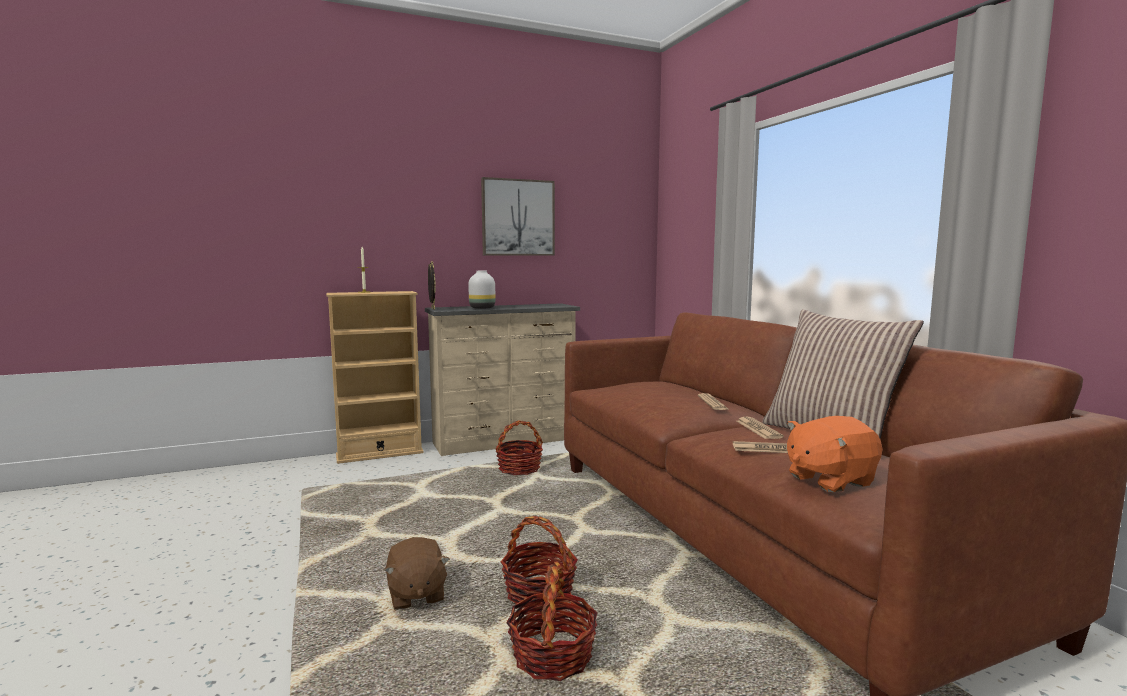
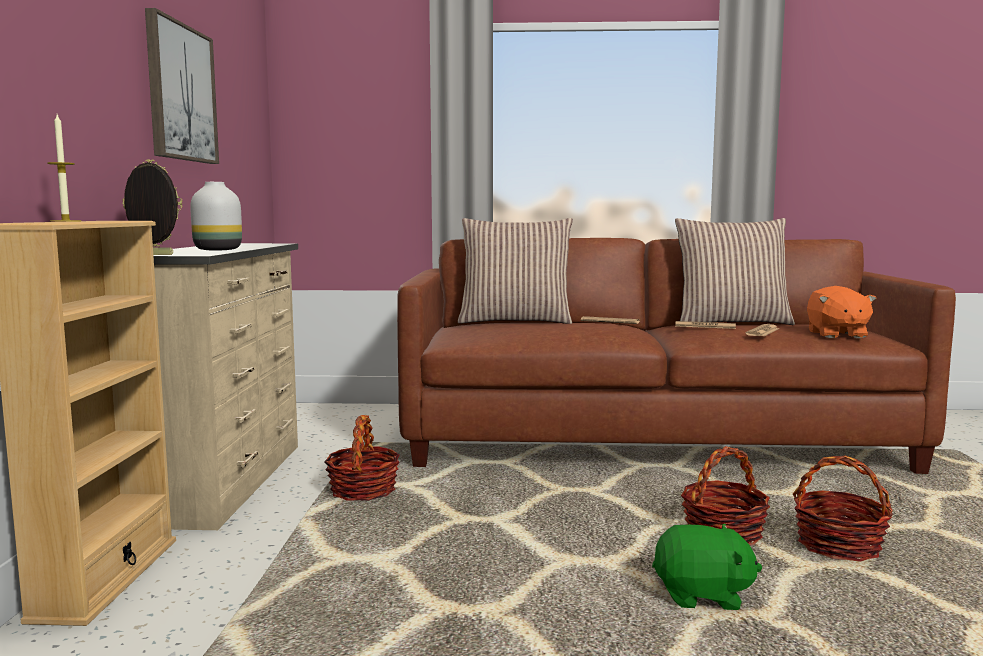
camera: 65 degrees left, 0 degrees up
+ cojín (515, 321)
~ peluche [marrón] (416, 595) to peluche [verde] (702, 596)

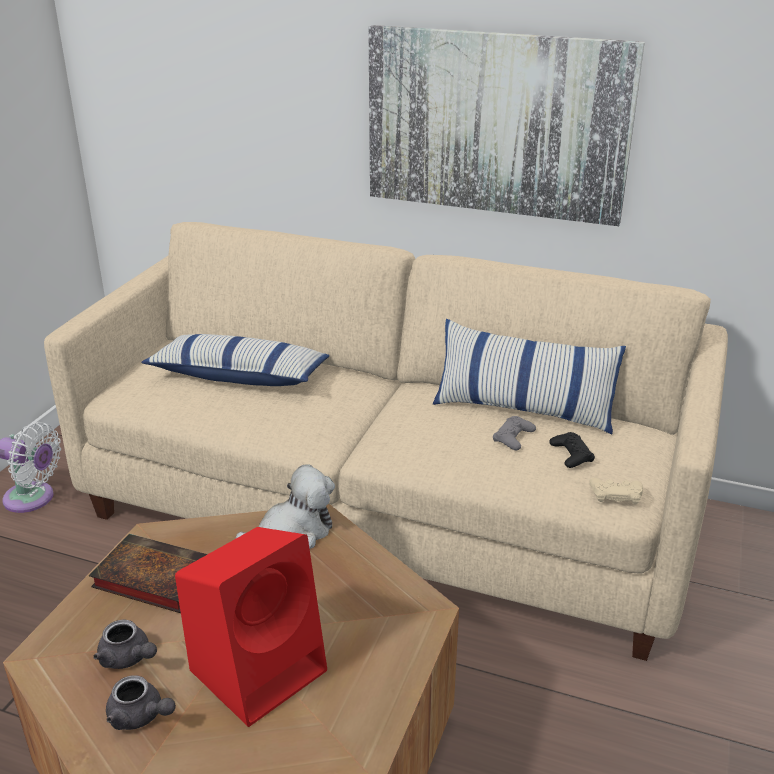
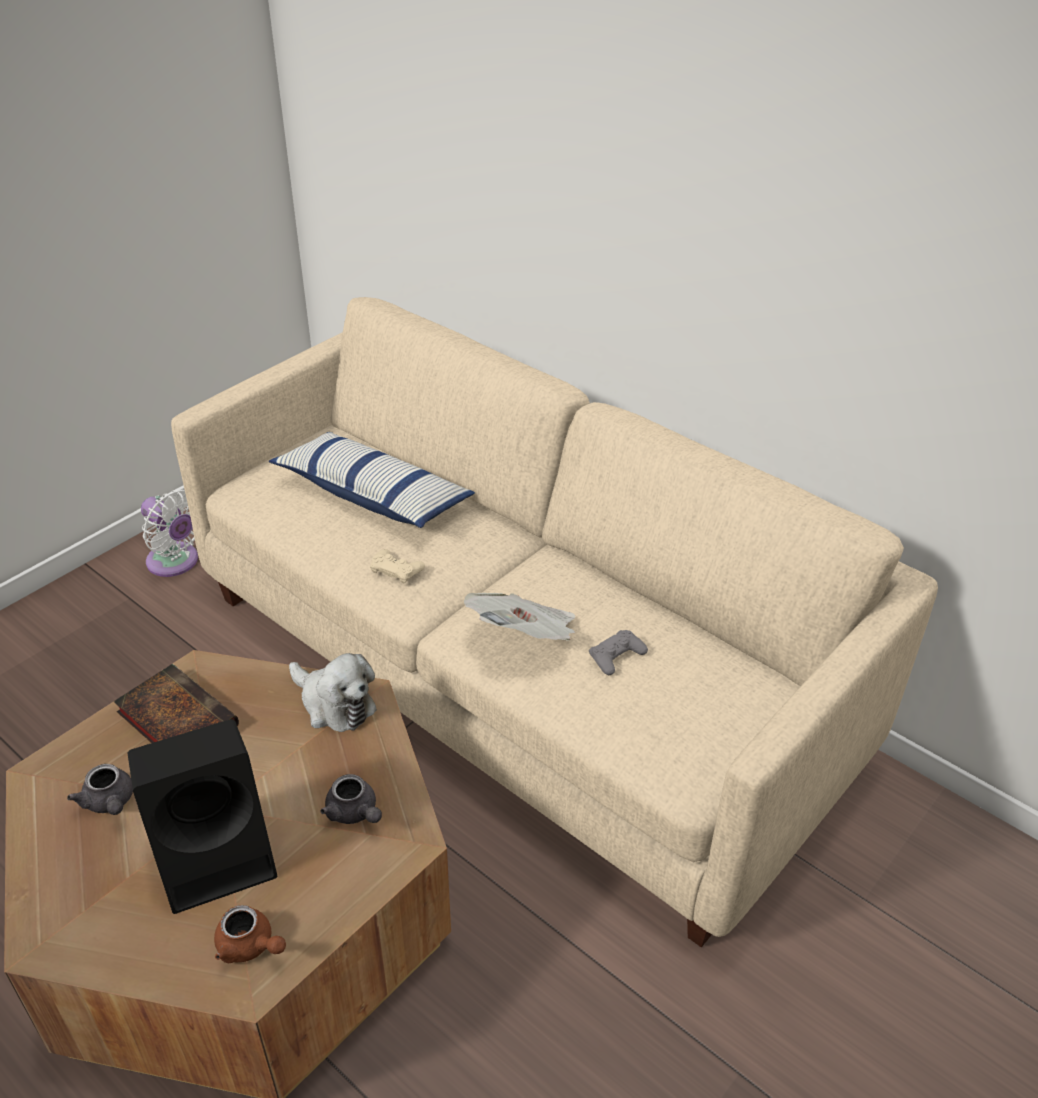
camera: 20 degrees right, 10 degrees up
- cuadro (496, 124)
- cojín (523, 409)
- mando de consola [negro] (571, 454)
+ tetera [marrón] (250, 946)
+ periódico (525, 637)
~ tetera [gris] (140, 716) to (354, 813)
~ mando de consola [beis] (616, 494) to (396, 569)
~ altavoz [rojo] (260, 668) to altavoz [negro] (218, 853)
~ peluche (293, 531) = (334, 703) 45 degrees clockwise

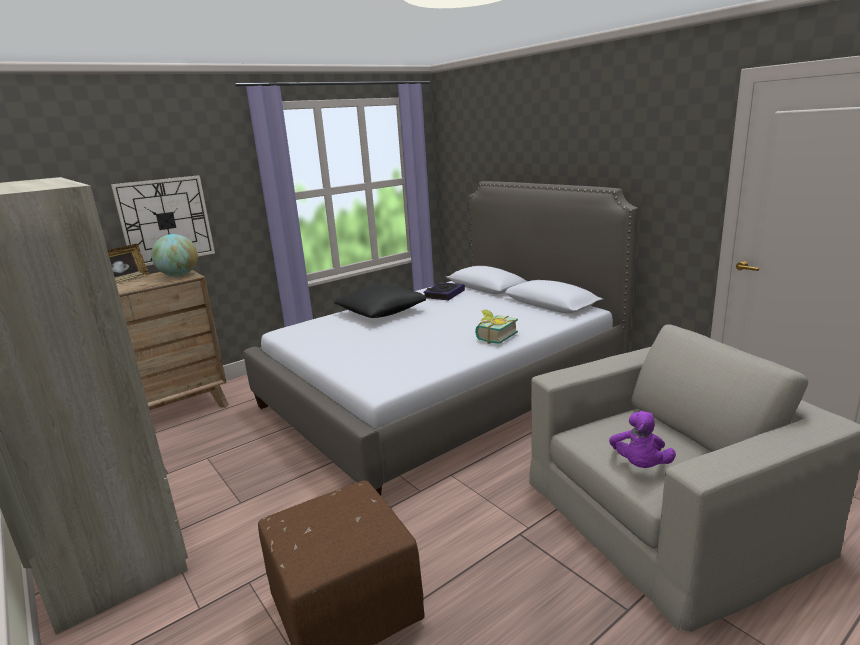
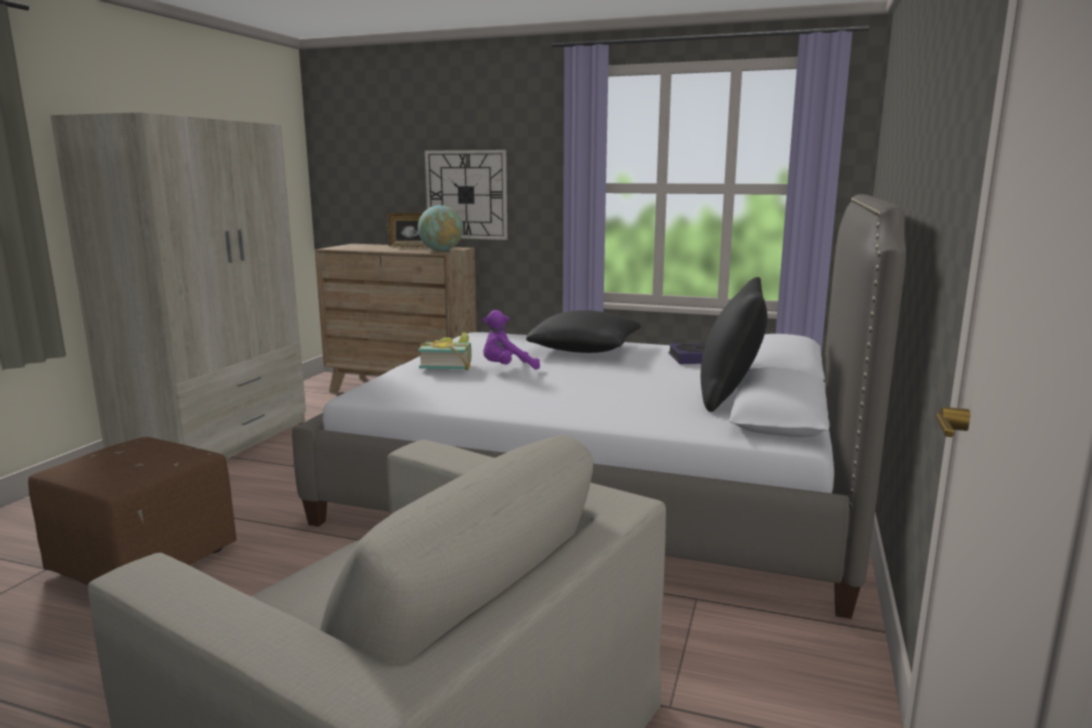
camera: 55 degrees right, 5 degrees down
+ cojín [negro] (729, 397)
~ libro (493, 337) to (447, 366)
~ peluche [morado] (640, 465) to (507, 369)

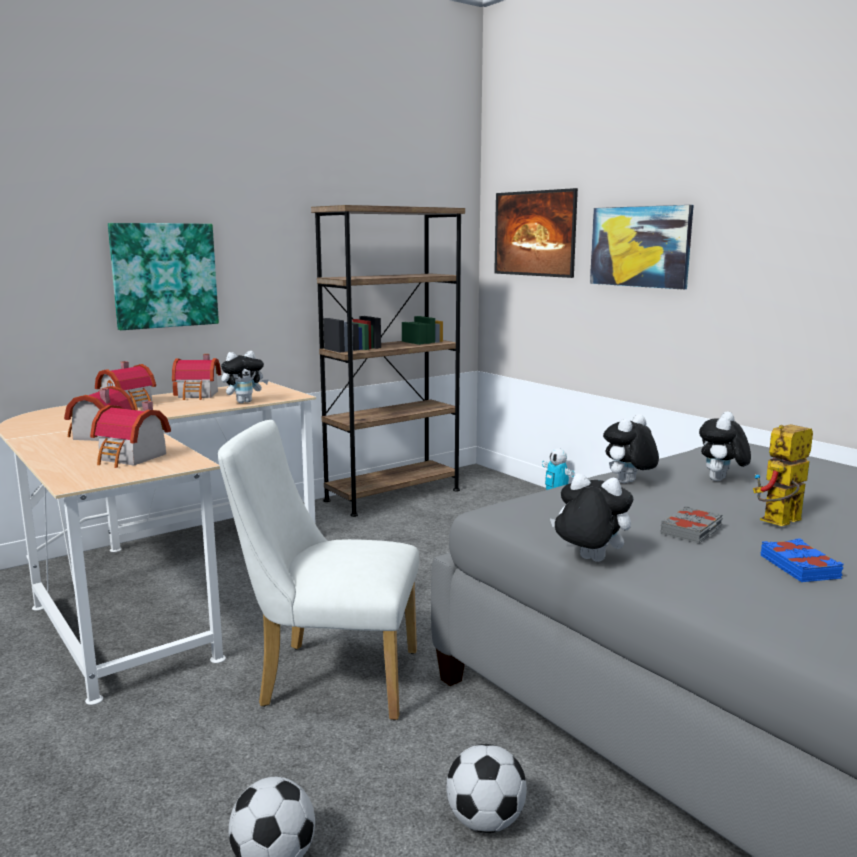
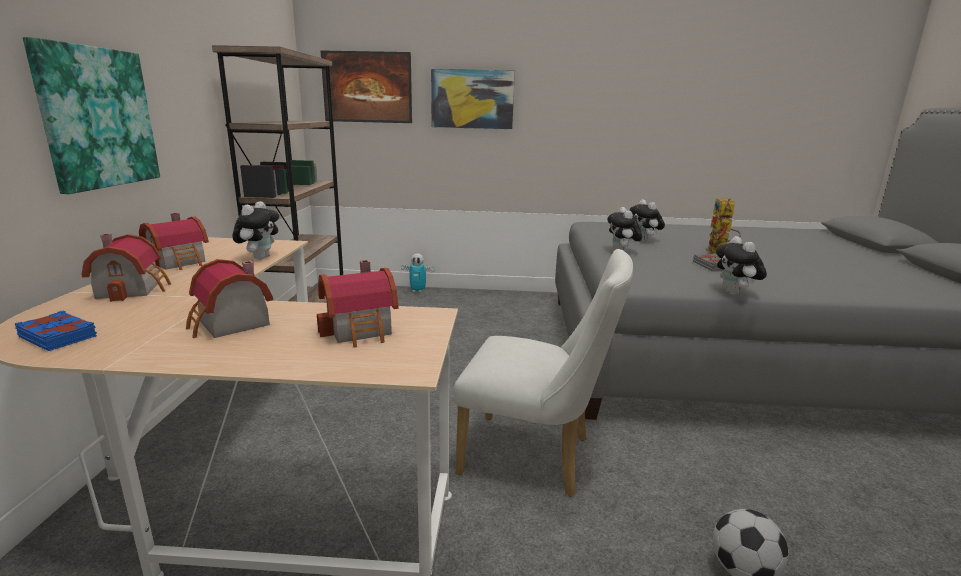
camera: 50 degrees left, 5 degrees up
- balón de fútbol (486, 821)
~ libro [azul] (800, 567) to (59, 336)
~ silla [blanco] (328, 678) = (535, 457) 120 degrees counterclockwise
~ peluche (588, 560) = (735, 293) 75 degrees counterclockwise

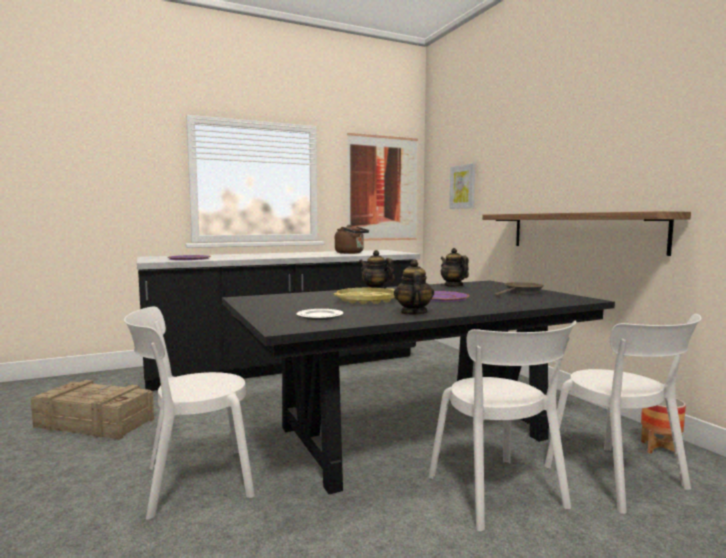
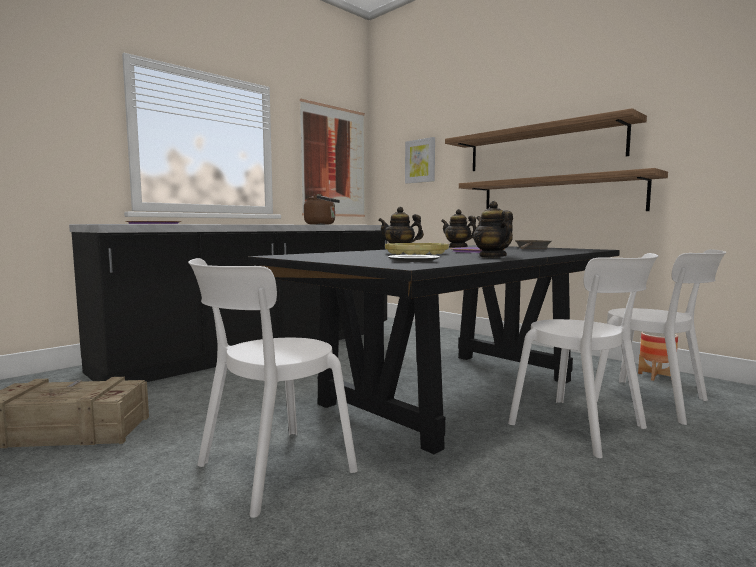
camera: 20 degrees left, 0 degrees up
+ estante (542, 147)

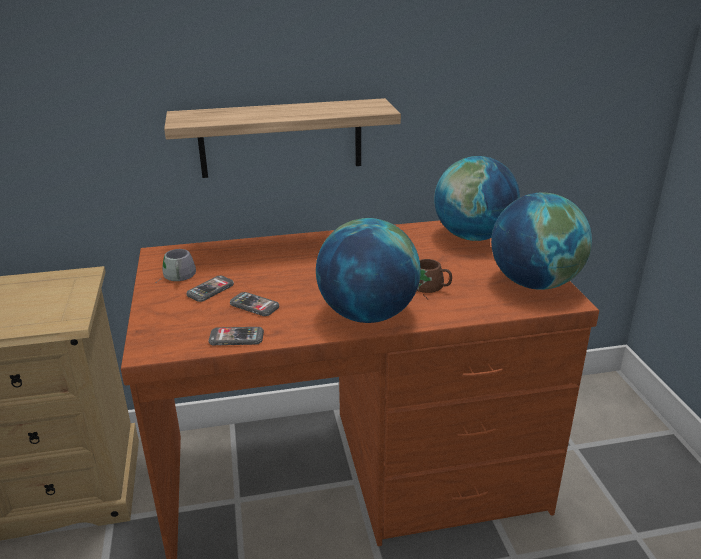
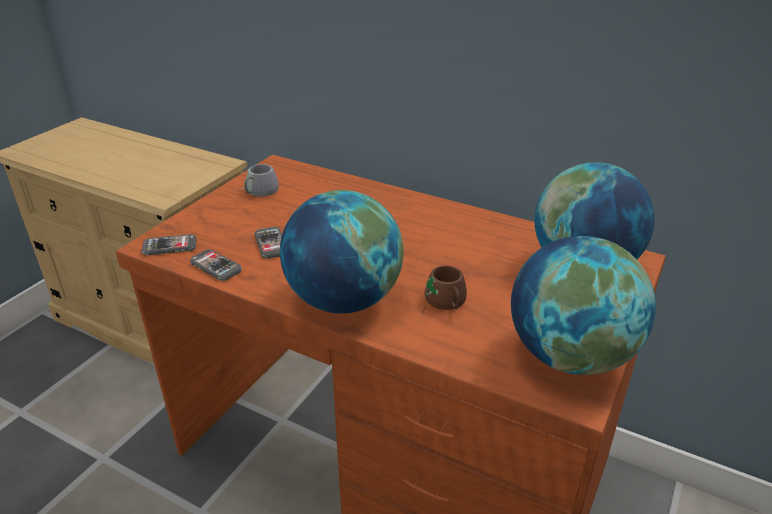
camera: 40 degrees right, 5 degrees up
- estante (281, 138)
~ móvil (210, 290) to (169, 246)

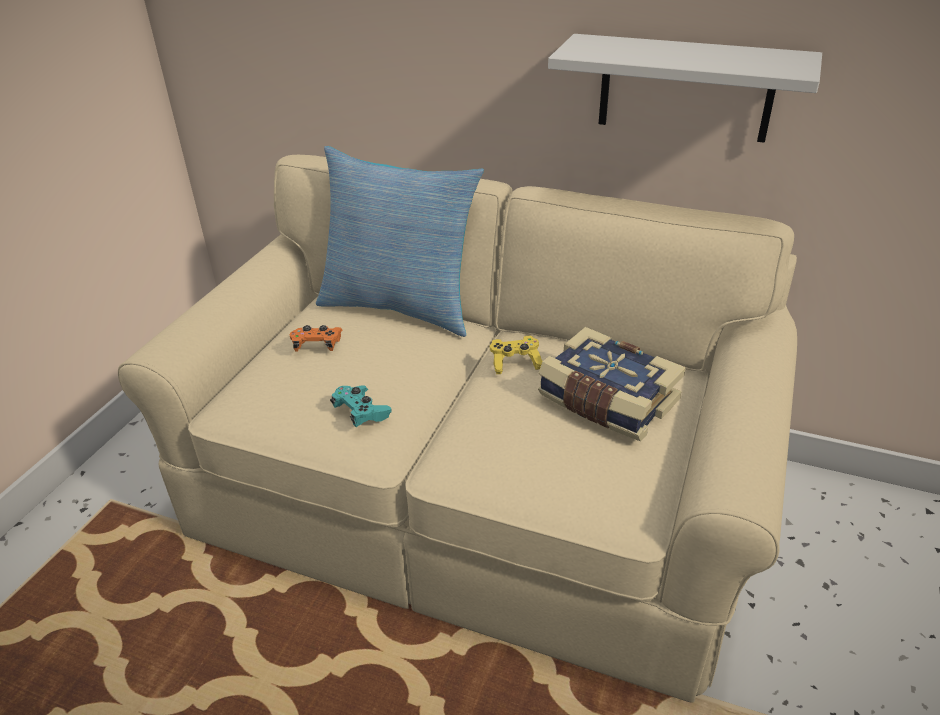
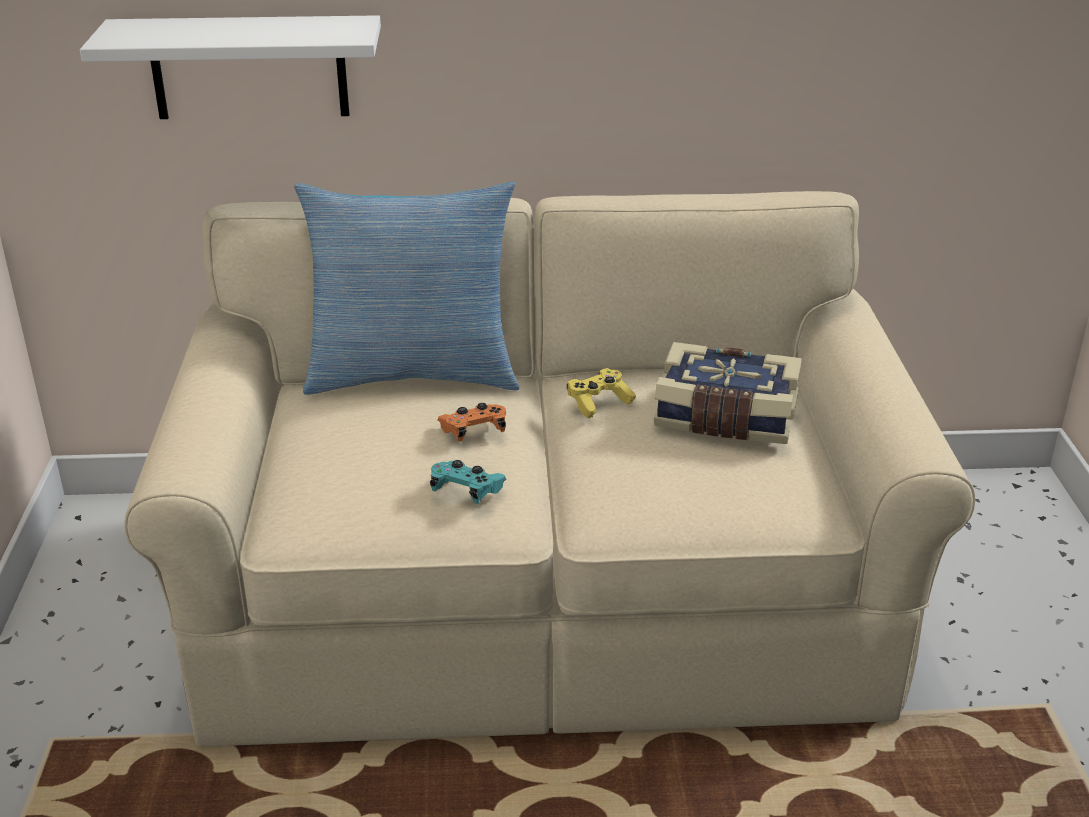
camera: 25 degrees left, 5 degrees down
~ mando de consola [naranja] (317, 345) to (474, 431)
~ estante [blanco] (685, 88) to (249, 67)

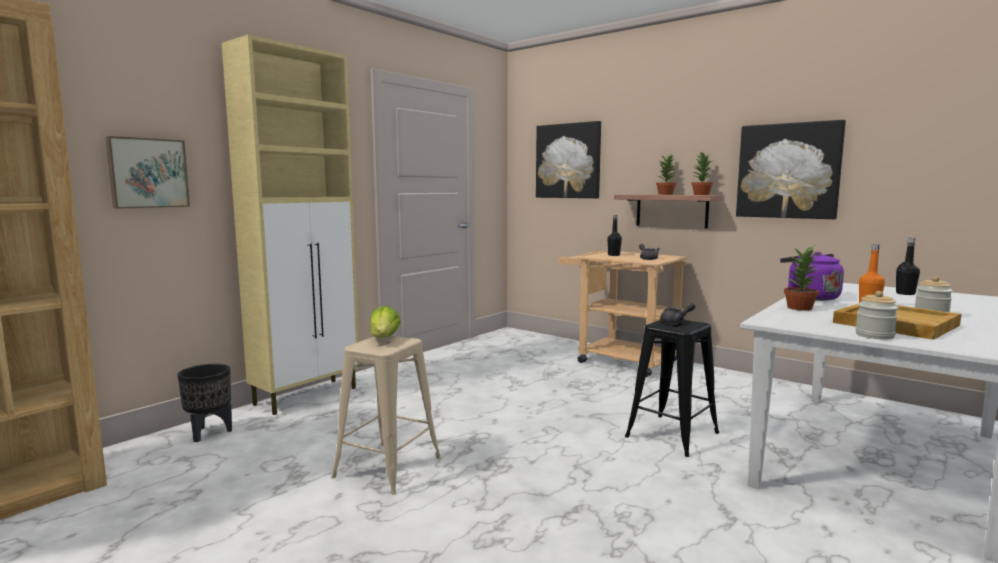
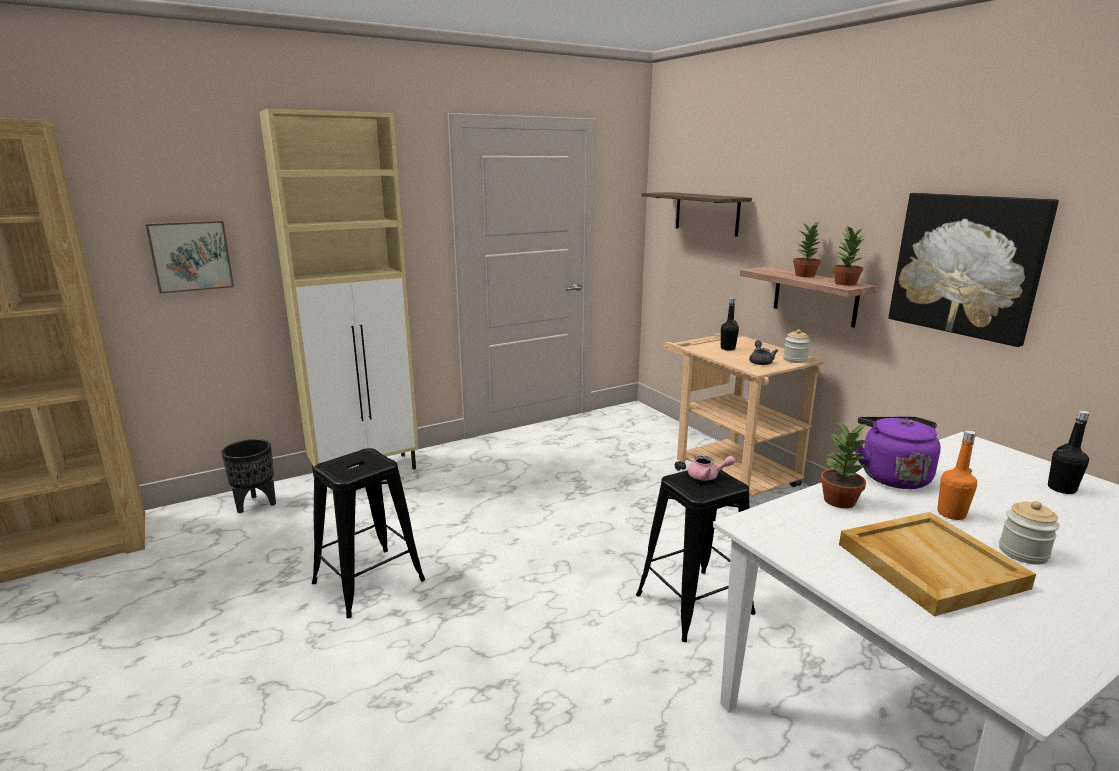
camera: 20 degrees right, 10 degrees up
- lechuga (384, 339)
~ tarro (874, 335) to (795, 360)
~ cuadro (568, 161) to estante (706, 213)
~ taburete [beis] (387, 468) to taburete [negro] (368, 582)
~ tetera [gris] (676, 322) to tetera [rosa] (707, 476)

